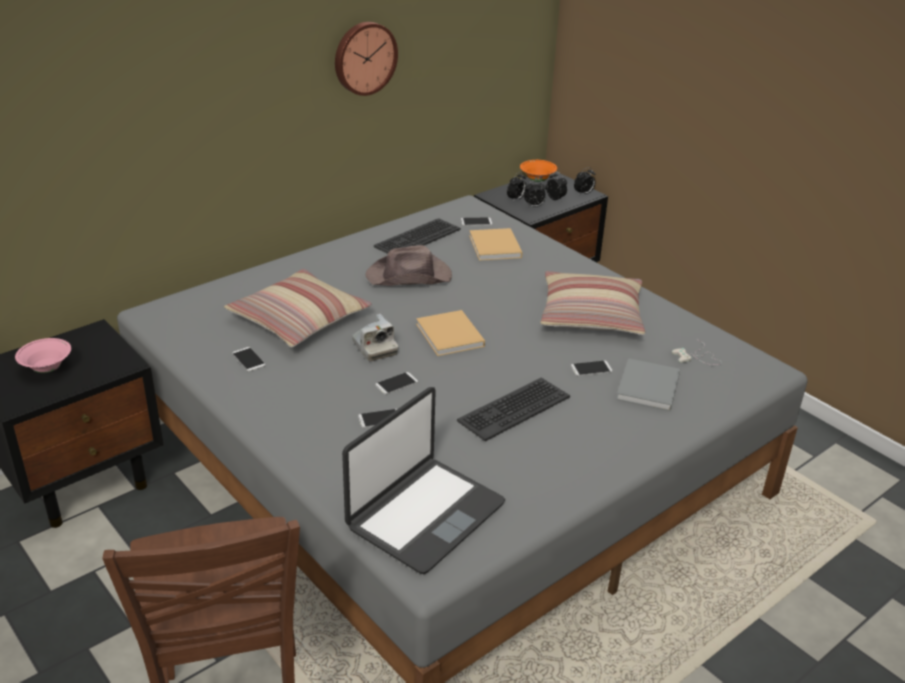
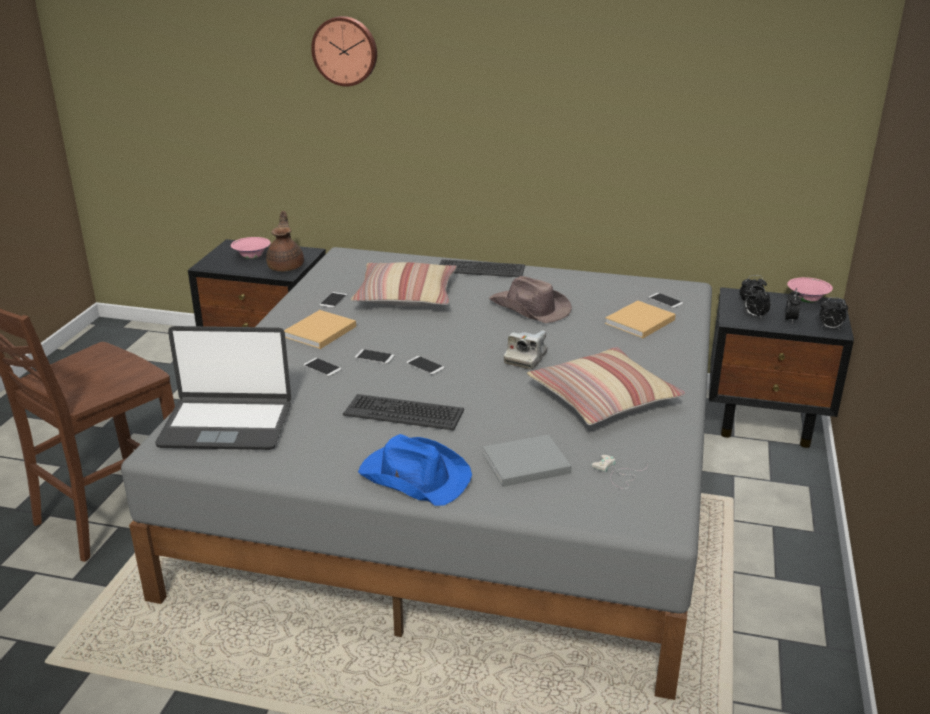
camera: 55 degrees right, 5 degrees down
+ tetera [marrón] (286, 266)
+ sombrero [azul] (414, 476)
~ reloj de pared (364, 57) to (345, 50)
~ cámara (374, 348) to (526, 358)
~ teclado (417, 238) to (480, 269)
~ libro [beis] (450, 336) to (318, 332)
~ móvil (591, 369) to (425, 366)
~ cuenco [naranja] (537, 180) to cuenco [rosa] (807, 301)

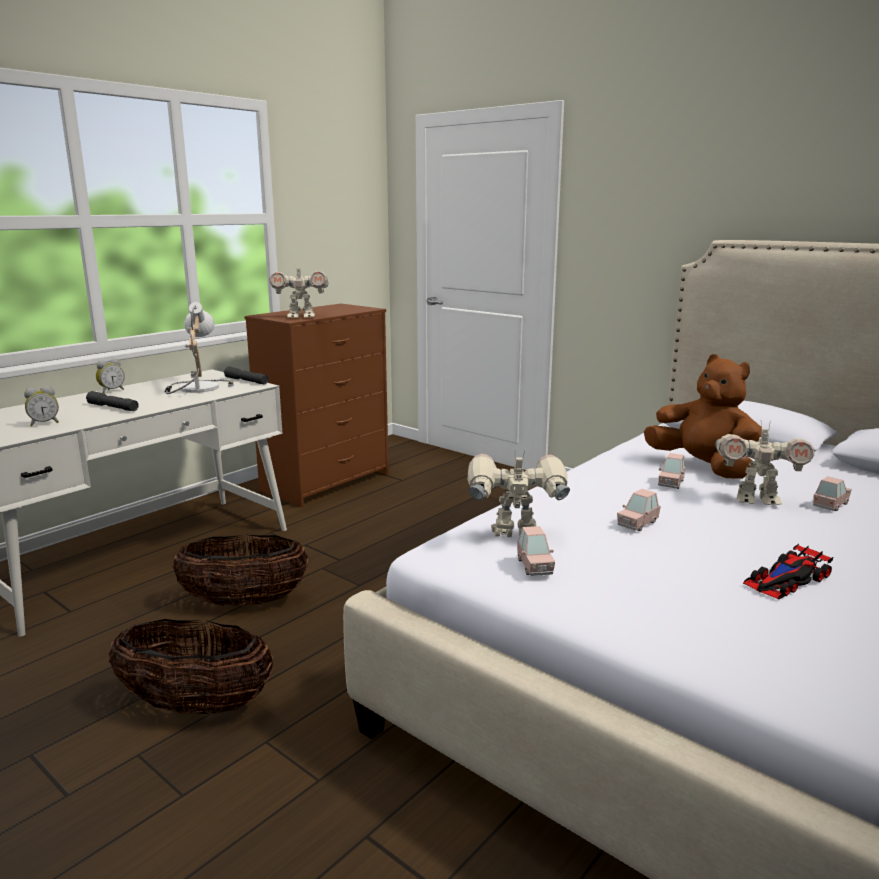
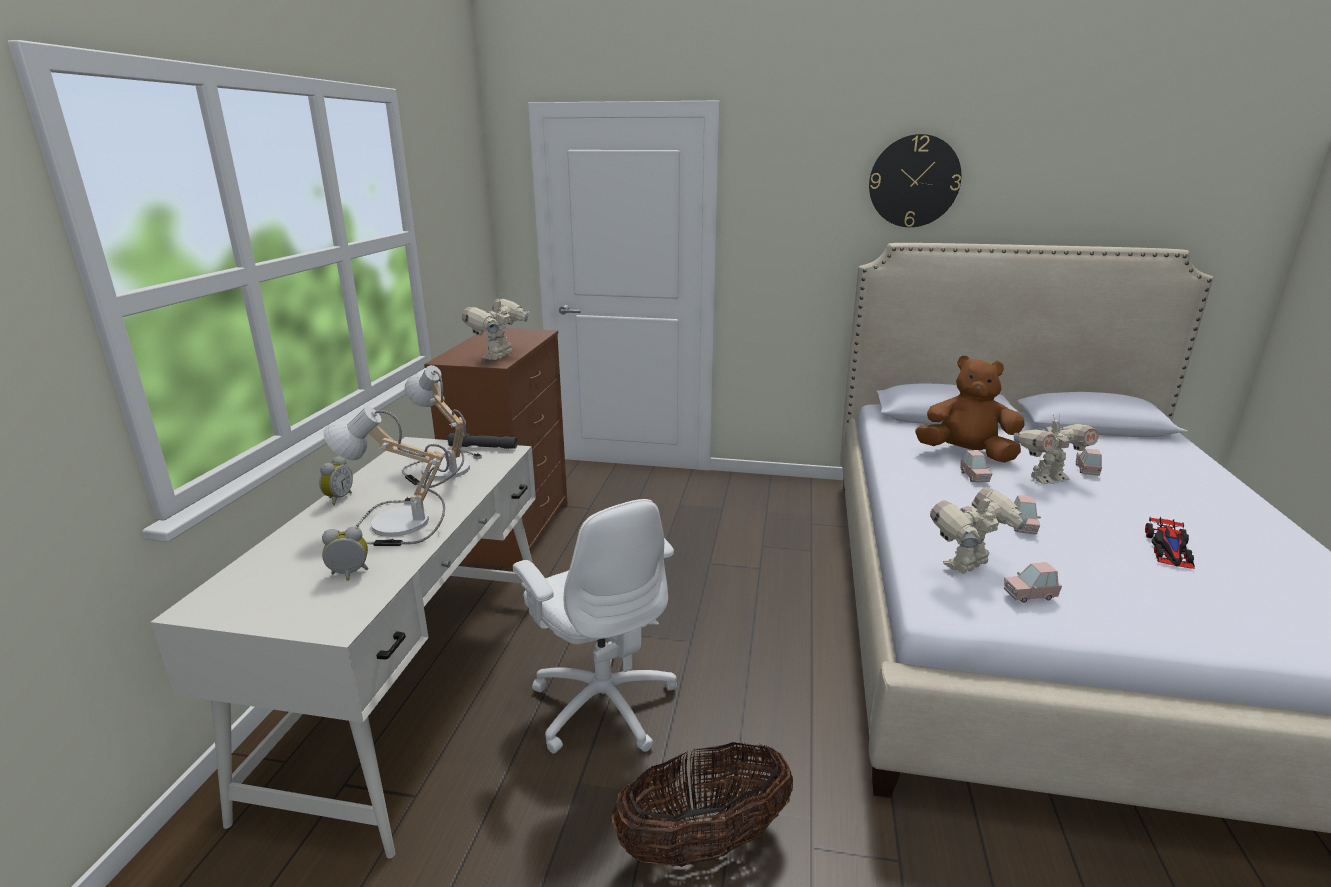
camera: 30 degrees left, 5 degrees up
+ reloj de pared (914, 181)
~ linterna [gris] (113, 407) to lámpara de mesa (394, 525)
~ cesta (244, 602) to silla de oficina [blanco] (603, 703)
~ despertador (44, 423) = (349, 575) 135 degrees counterclockwise
~ robot de juguete (301, 317) = (500, 357) 150 degrees clockwise
~ coche de juguete [rosa] (534, 566) = (1029, 595) 120 degrees clockwise

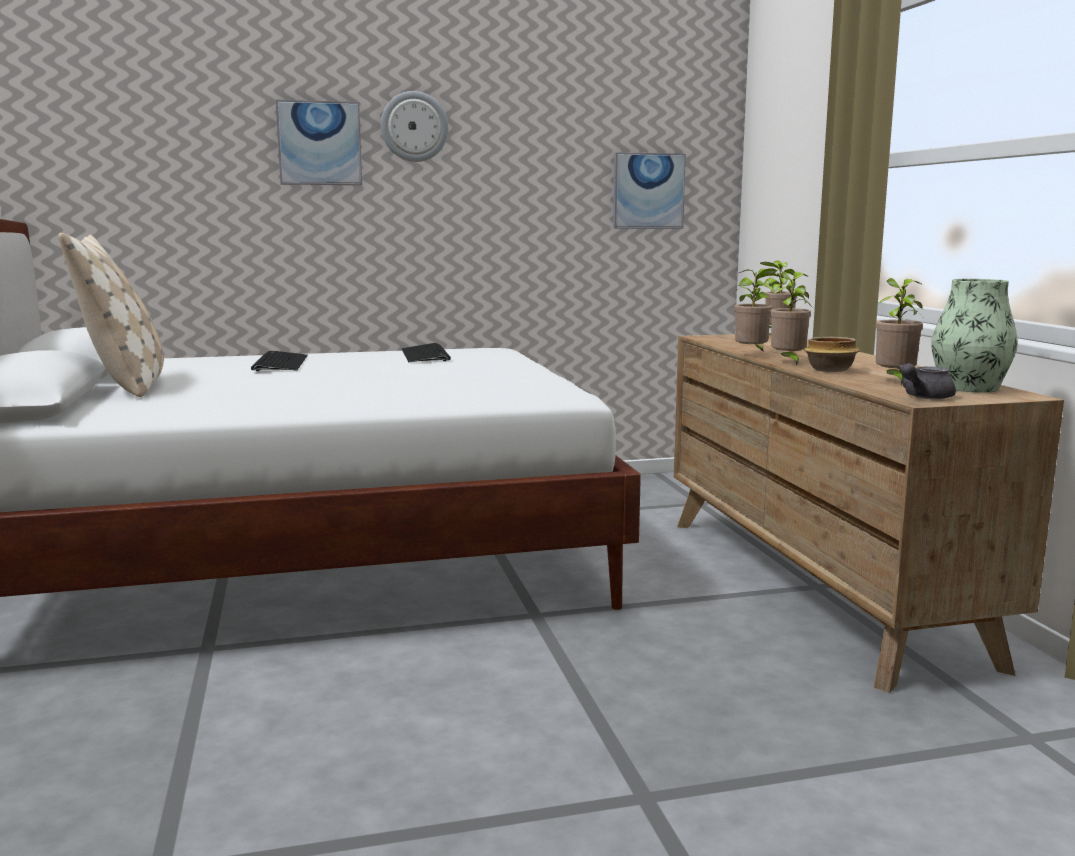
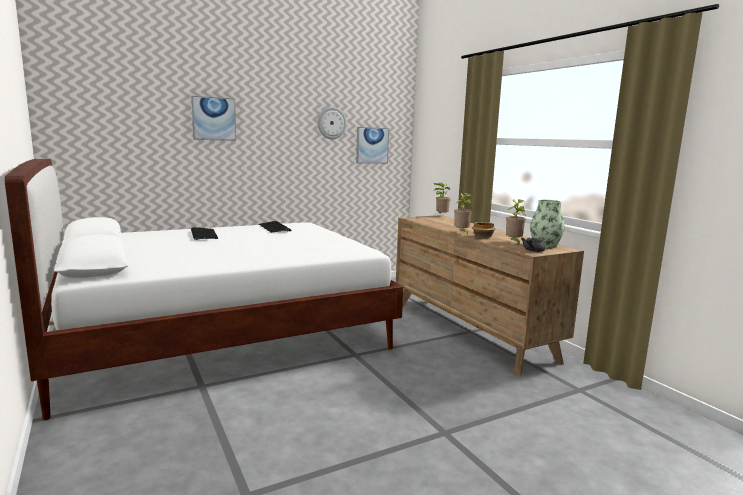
camera: 15 degrees left, 0 degrees up
- cojín [beis] (126, 386)
- planta en maceta (752, 354)
~ reloj de pared (414, 126) to (331, 123)

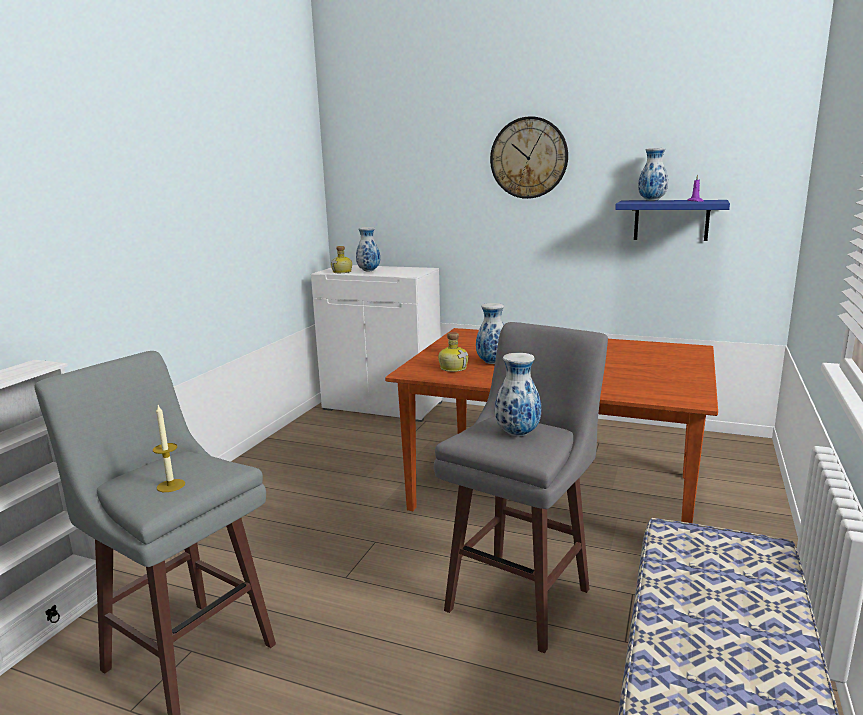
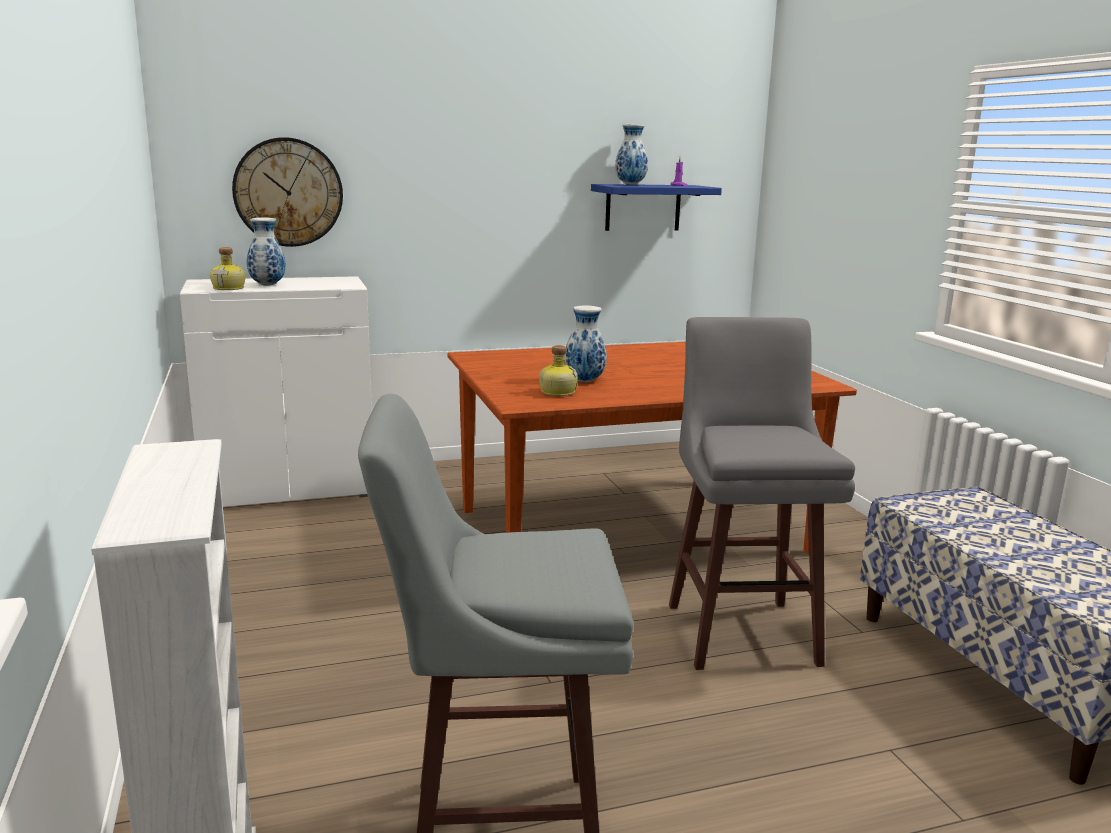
camera: 40 degrees left, 0 degrees up
- vela (171, 485)
- florero (518, 434)
~ reloj de pared (529, 158) to (288, 192)

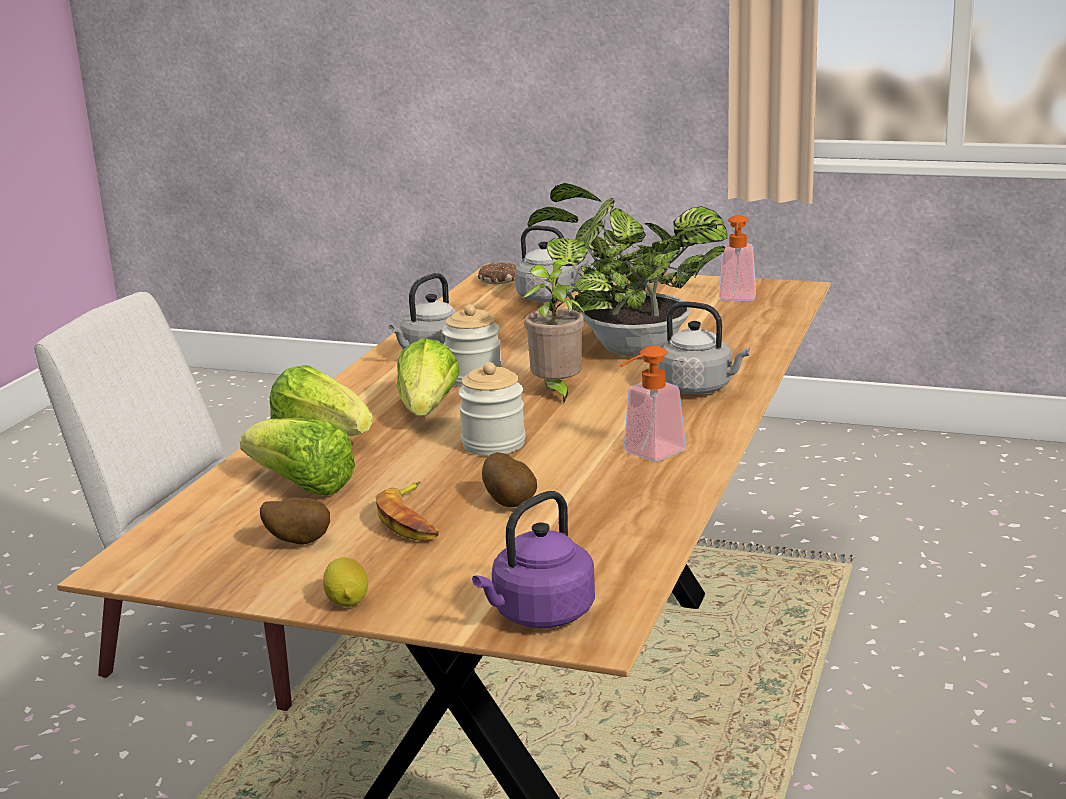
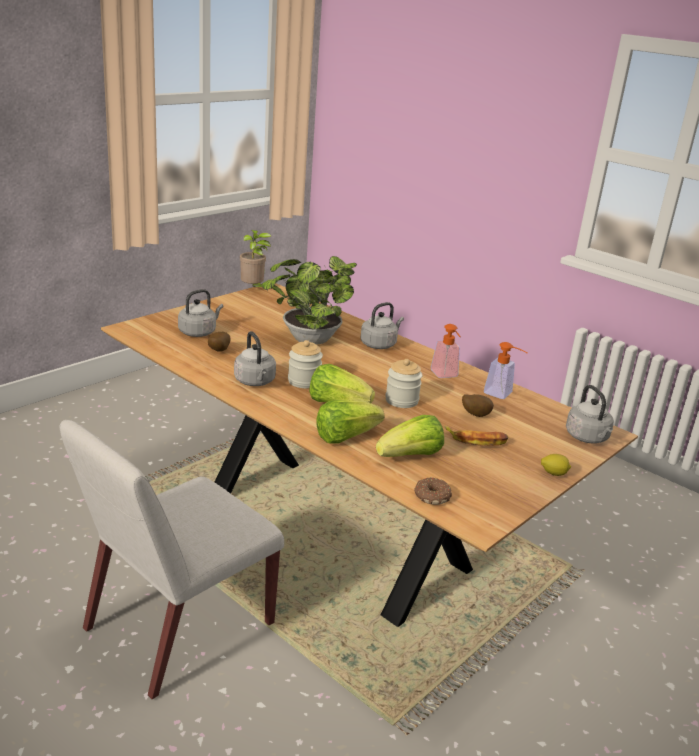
camera: 70 degrees left, 5 degrees up
~ patata (298, 542) to (217, 351)
~ rosquilla (498, 279) to (431, 496)
~ planta en maceta (557, 392) to (253, 289)
~ dispensador de jabón (737, 299) to (502, 394)
~ hervidor [morado] (539, 615) to hervidor [gris] (588, 438)

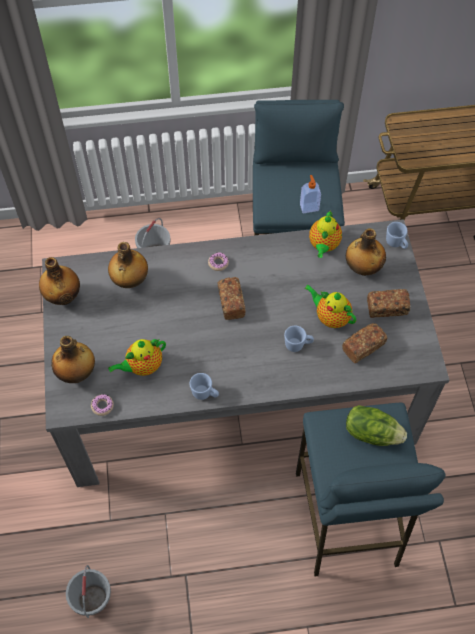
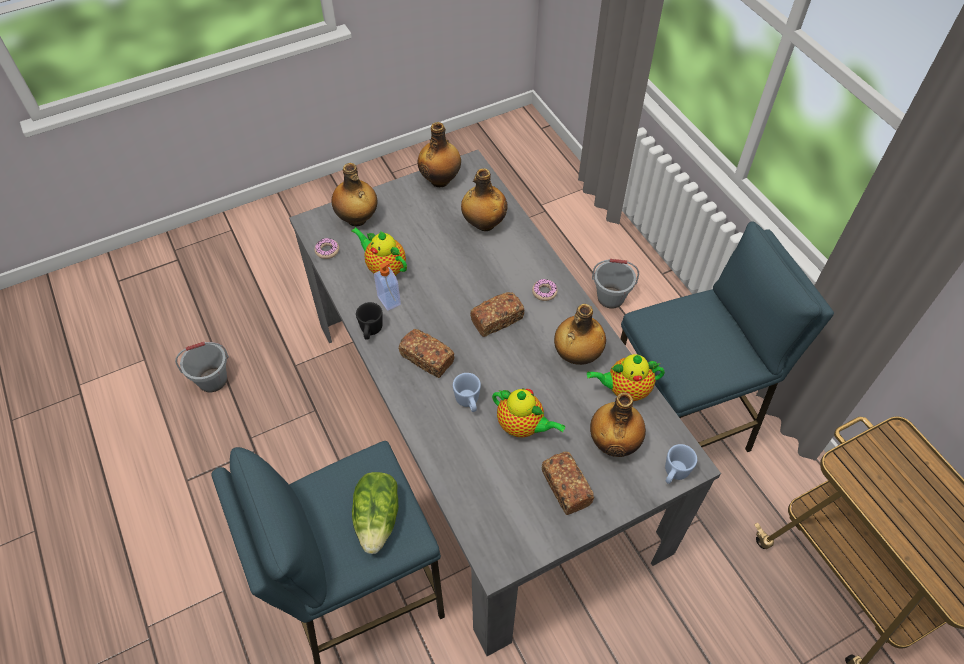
camera: 70 degrees right, 5 degrees down
+ botella (576, 355)
~ dispensador de jabón (309, 207) to (390, 300)
~ pan (363, 347) to (427, 359)
~ taza grande [azul] (205, 394) to taza grande [negro] (371, 331)
~ tetera (330, 317) = (522, 426) 105 degrees clockwise

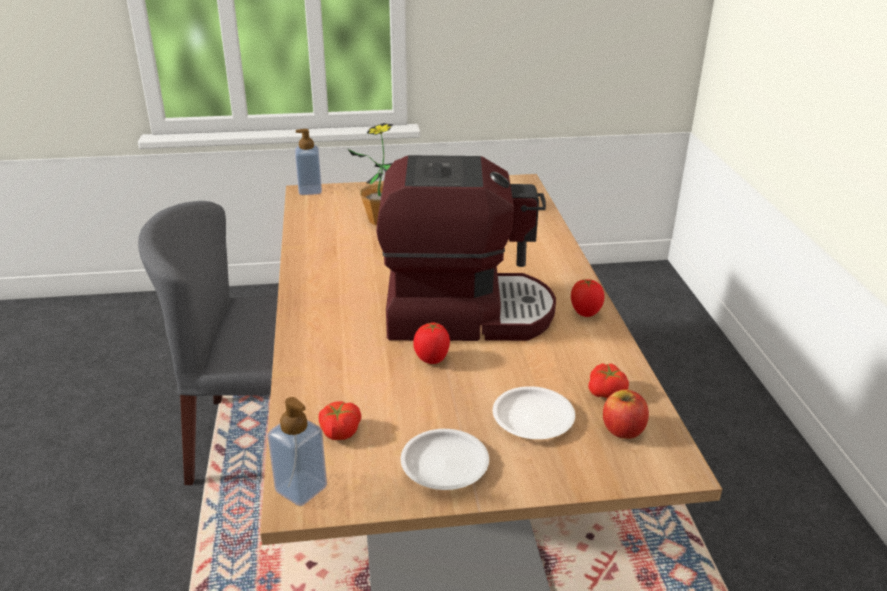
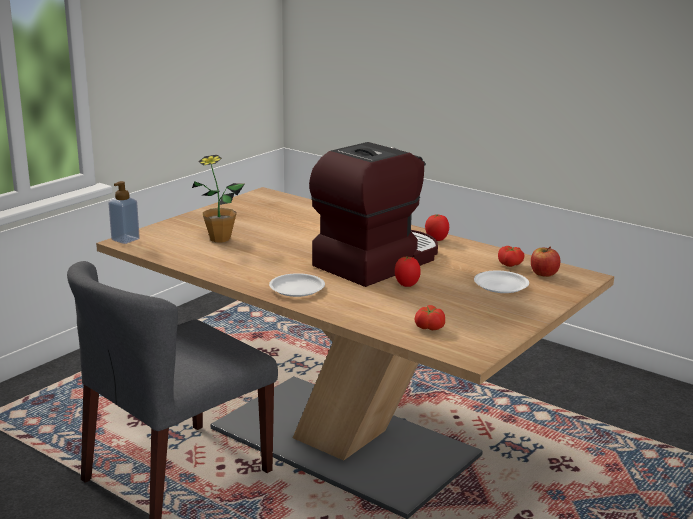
camera: 45 degrees left, 10 degrees down
- dispensador de jabón (301, 489)
~ plato [blanco] (444, 464) to (297, 289)

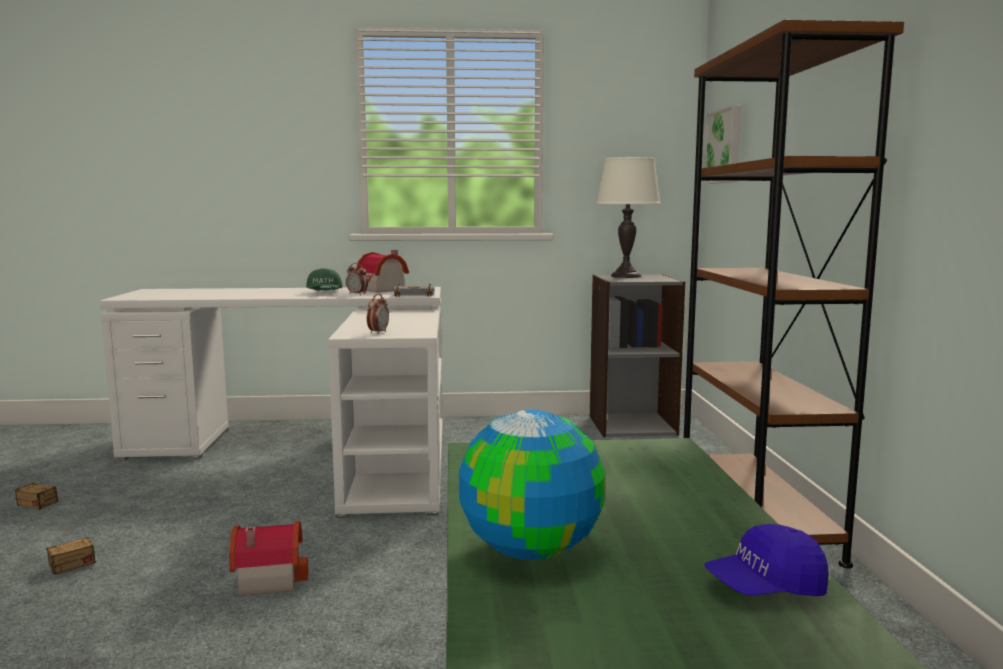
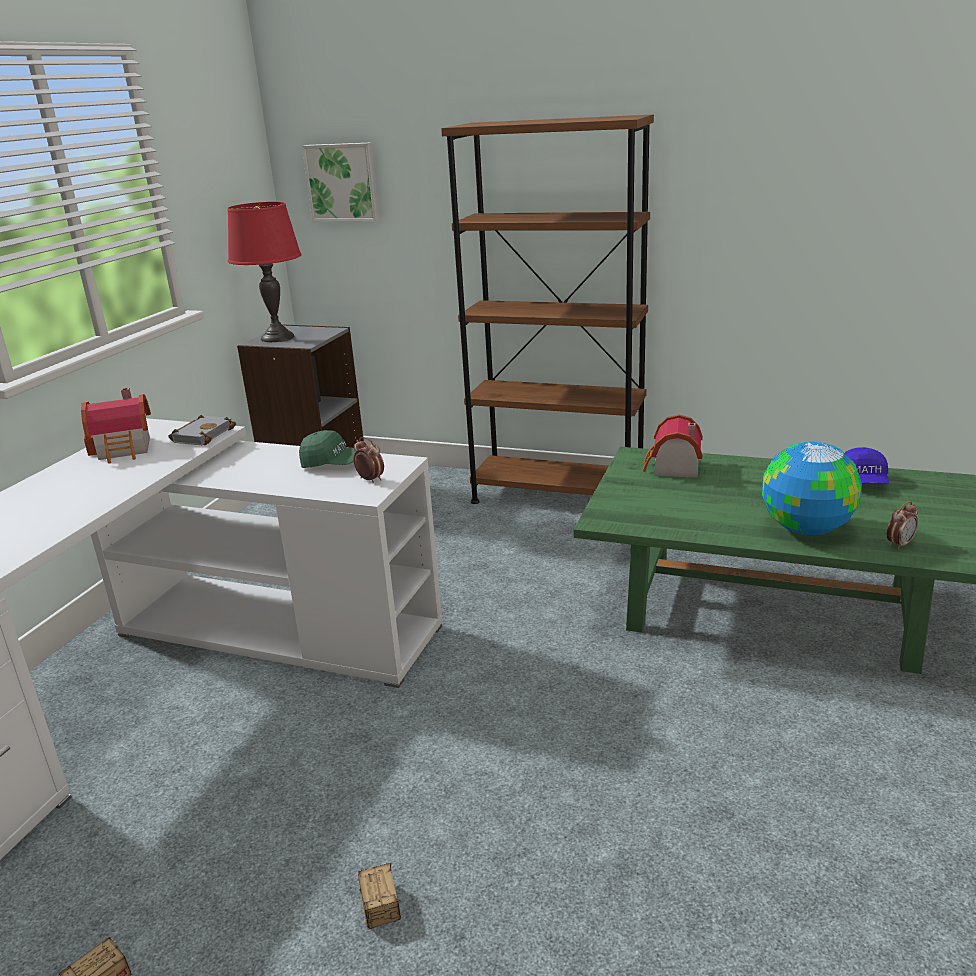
camera: 65 degrees left, 15 degrees up
~ casita (267, 578) to (672, 468)
~ gorra [verde] (324, 292) to (333, 464)
~ despertador (357, 294) to (899, 544)
~ lámpara de mesa [blanco] (625, 276) to lámpara de mesa [rojo] (277, 337)

